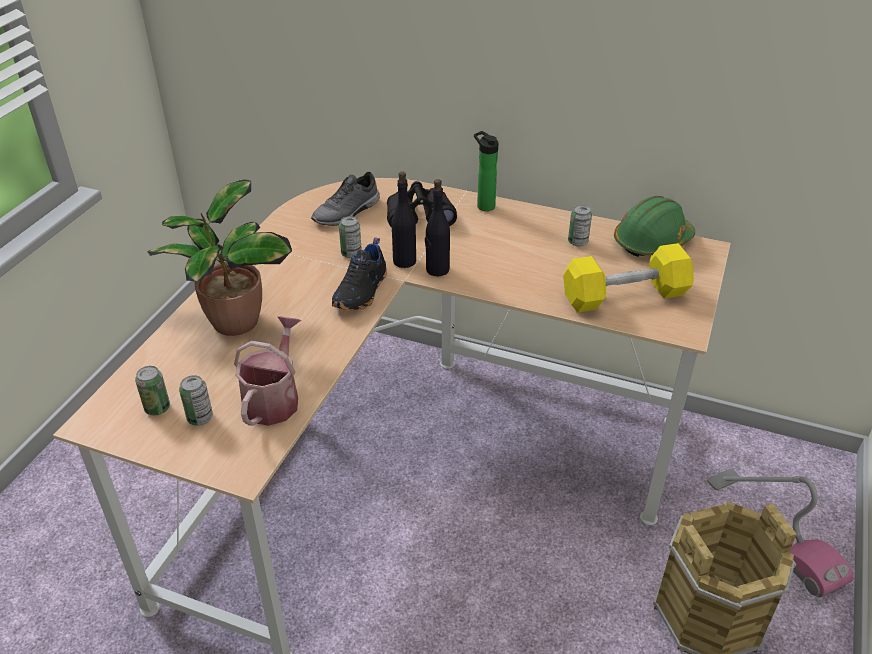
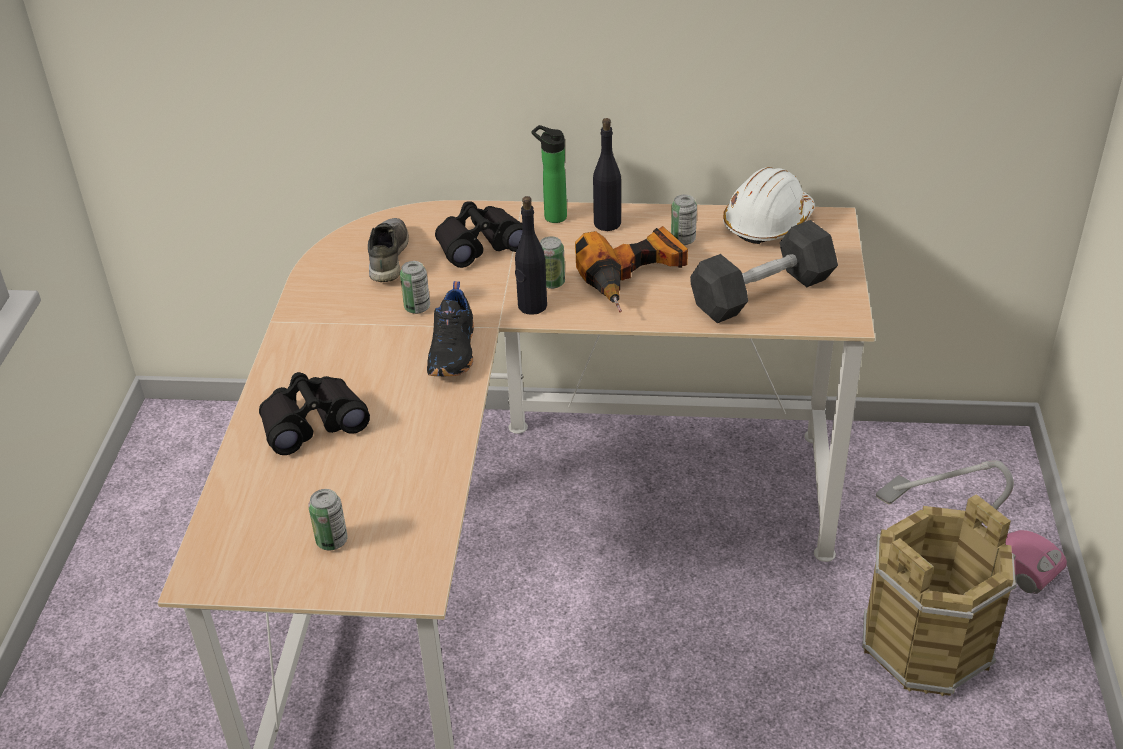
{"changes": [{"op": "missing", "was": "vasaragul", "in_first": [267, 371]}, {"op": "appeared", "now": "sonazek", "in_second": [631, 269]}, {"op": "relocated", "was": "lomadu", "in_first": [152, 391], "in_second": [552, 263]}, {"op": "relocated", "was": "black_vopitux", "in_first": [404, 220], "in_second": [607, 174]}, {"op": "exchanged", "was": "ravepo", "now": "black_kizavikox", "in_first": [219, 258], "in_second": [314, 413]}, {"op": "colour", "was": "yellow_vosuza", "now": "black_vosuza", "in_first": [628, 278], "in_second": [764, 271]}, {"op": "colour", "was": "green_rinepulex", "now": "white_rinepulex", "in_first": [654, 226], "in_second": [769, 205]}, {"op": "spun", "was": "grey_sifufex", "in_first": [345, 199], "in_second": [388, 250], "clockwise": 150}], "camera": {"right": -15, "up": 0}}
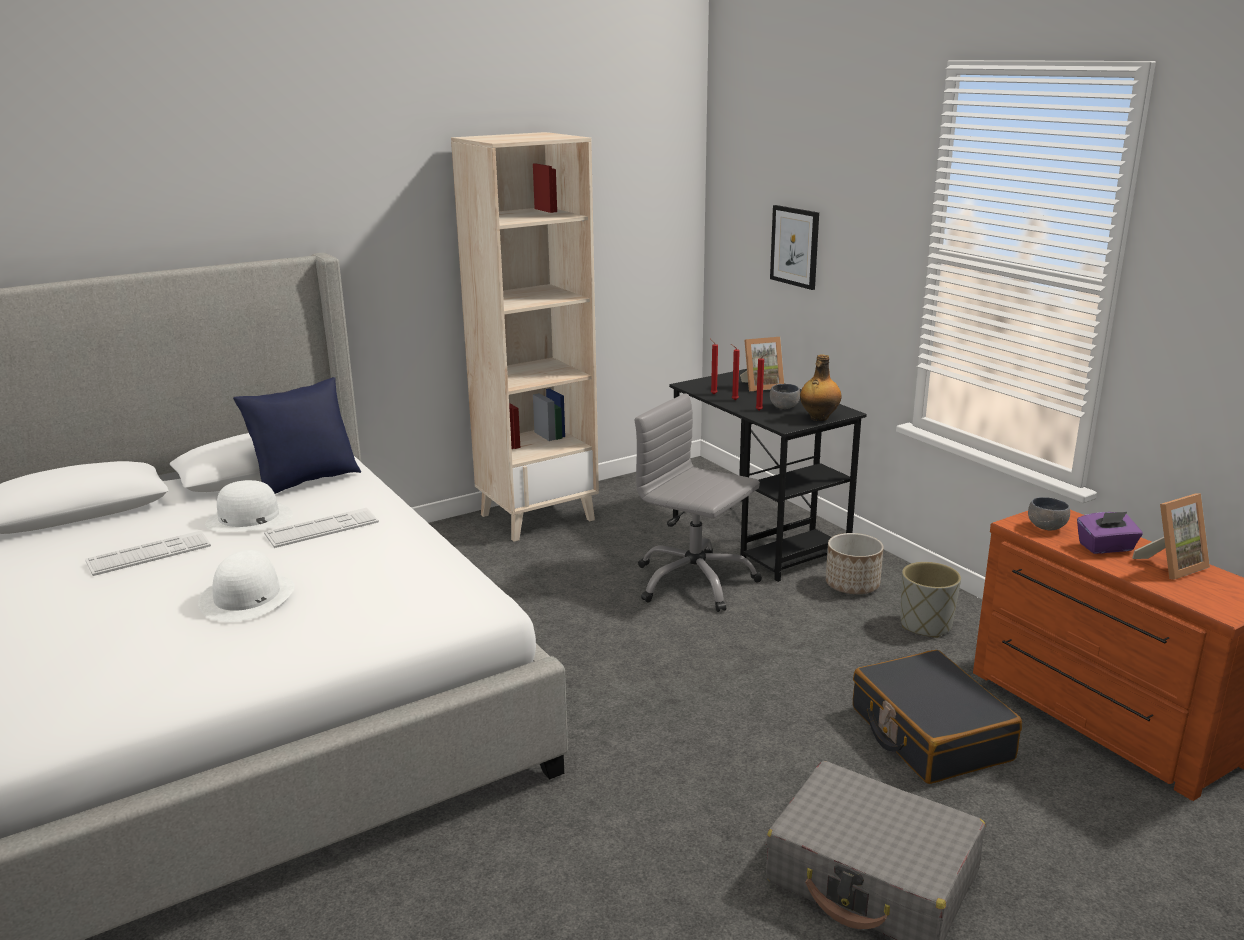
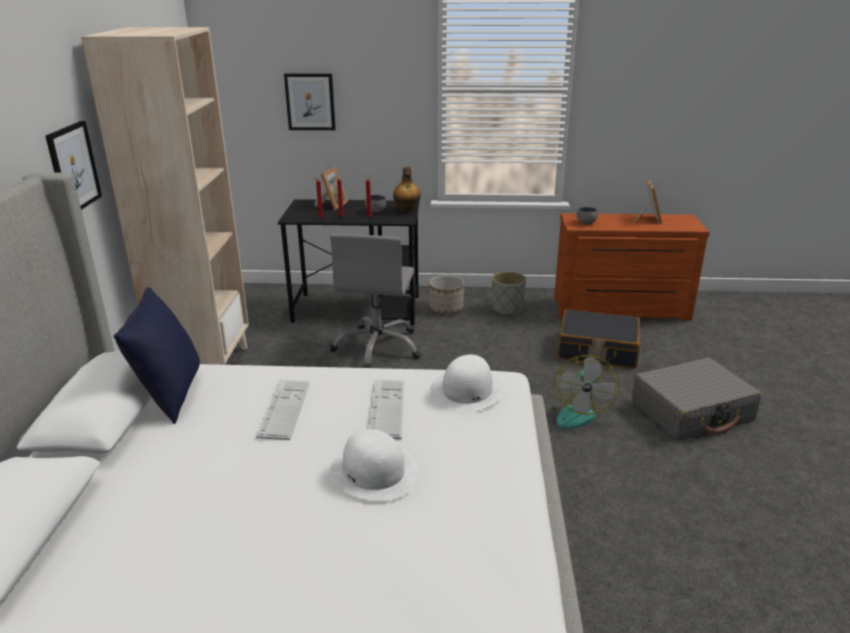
{"changes": [{"op": "missing", "was": "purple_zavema", "in_first": [1110, 533]}, {"op": "appeared", "now": "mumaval", "in_second": [73, 165]}, {"op": "appeared", "now": "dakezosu", "in_second": [582, 391]}, {"op": "relocated", "was": "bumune", "in_first": [148, 553], "in_second": [386, 409]}, {"op": "relocated", "was": "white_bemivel", "in_first": [249, 506], "in_second": [467, 383]}, {"op": "spun", "was": "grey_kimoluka", "in_first": [698, 502], "in_second": [375, 301], "clockwise": -60}], "camera": {"right": -55, "up": 5}}
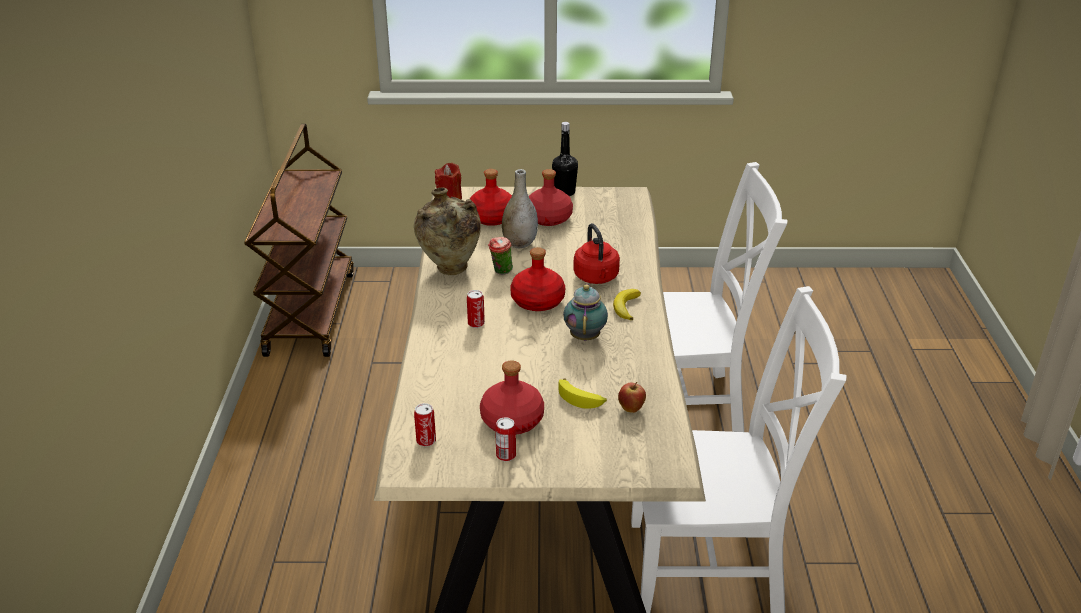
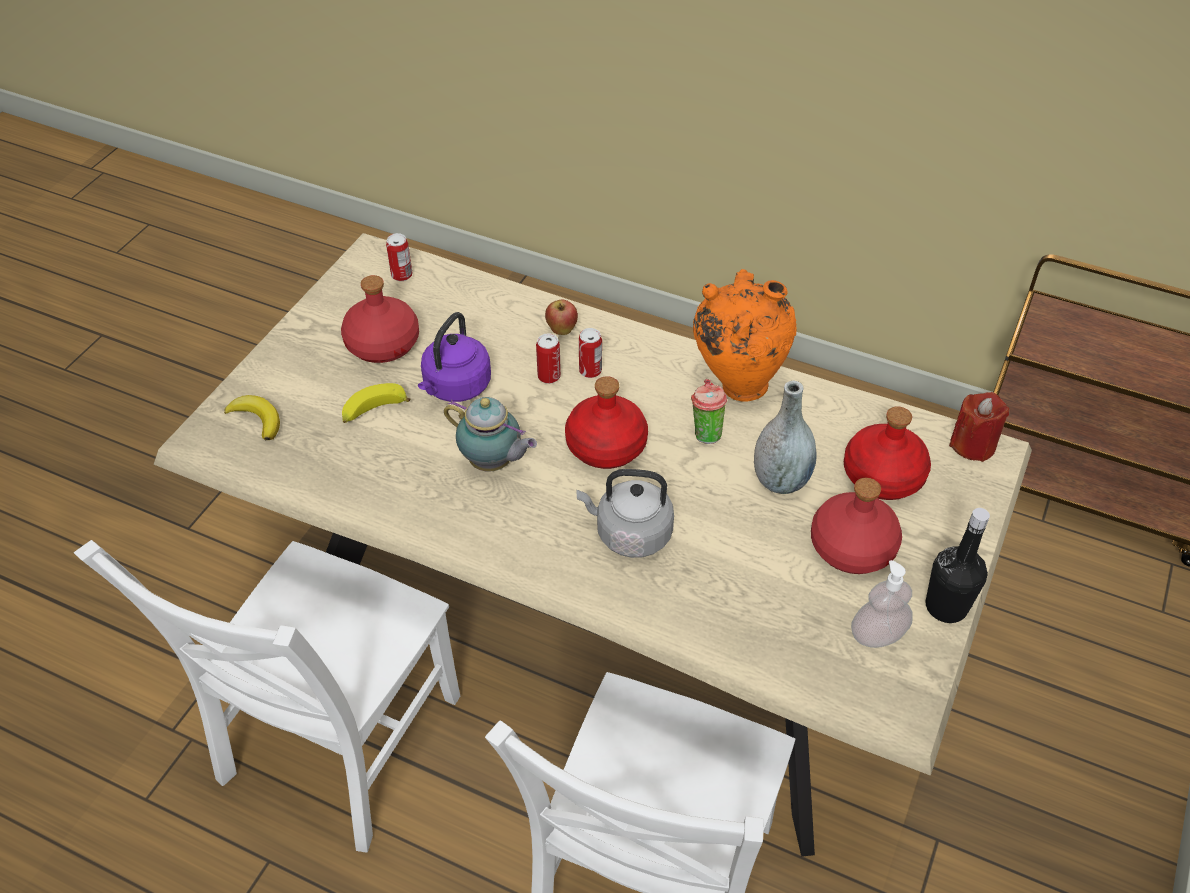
{"changes": [{"op": "appeared", "now": "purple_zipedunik", "in_second": [454, 357]}, {"op": "appeared", "now": "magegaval", "in_second": [882, 604]}, {"op": "relocated", "was": "lomadu", "in_first": [505, 440], "in_second": [548, 358]}, {"op": "relocated", "was": "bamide", "in_first": [627, 304], "in_second": [252, 418]}, {"op": "relocated", "was": "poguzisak", "in_first": [632, 397], "in_second": [561, 317]}, {"op": "colour", "was": "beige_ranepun", "now": "orange_ranepun", "in_first": [447, 231], "in_second": [744, 335]}, {"op": "colour", "was": "red_zipedunik", "now": "grey_zipedunik", "in_first": [596, 253], "in_second": [625, 513]}], "camera": {"right": 115, "up": 15}}
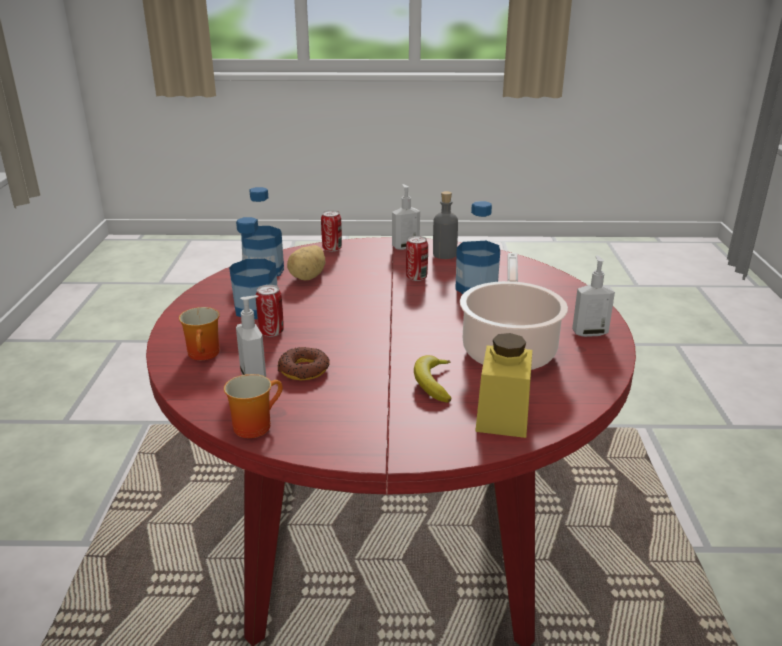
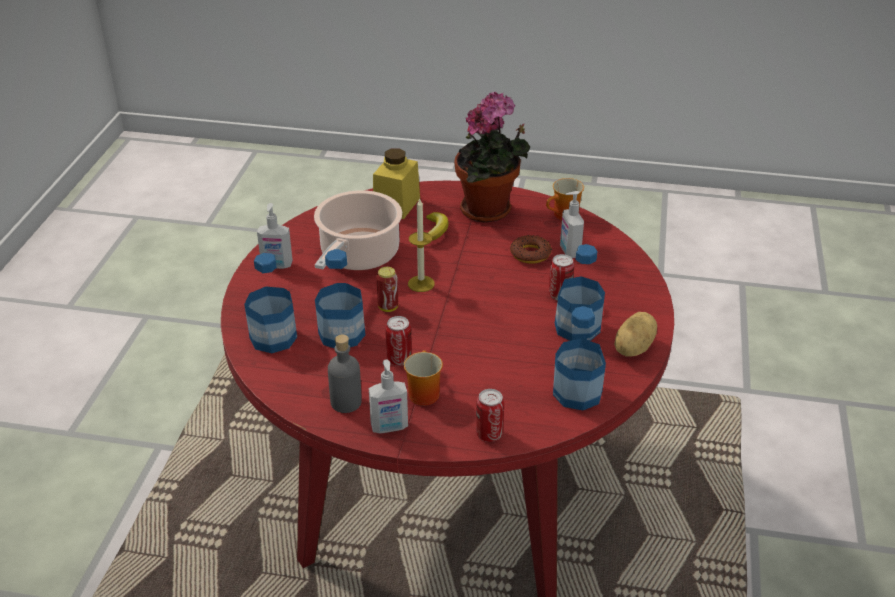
{"changes": [{"op": "appeared", "now": "vopitux", "in_second": [270, 303]}, {"op": "appeared", "now": "lomadu", "in_second": [387, 289]}, {"op": "appeared", "now": "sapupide", "in_second": [421, 245]}, {"op": "appeared", "now": "ravepo", "in_second": [492, 157]}, {"op": "relocated", "was": "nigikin", "in_first": [199, 333], "in_second": [423, 378]}, {"op": "relocated", "was": "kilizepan", "in_first": [306, 262], "in_second": [635, 334]}], "camera": {"right": -170, "up": 10}}
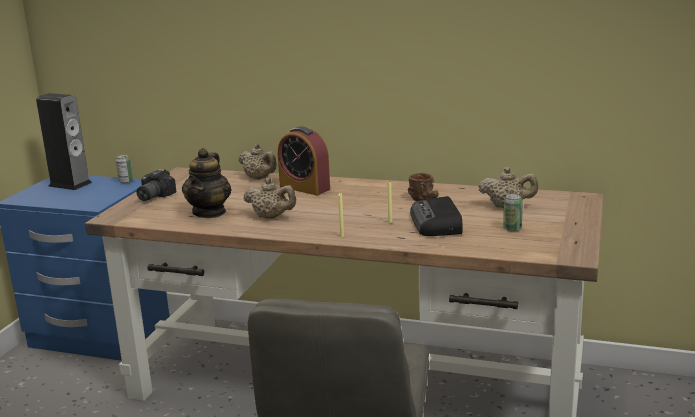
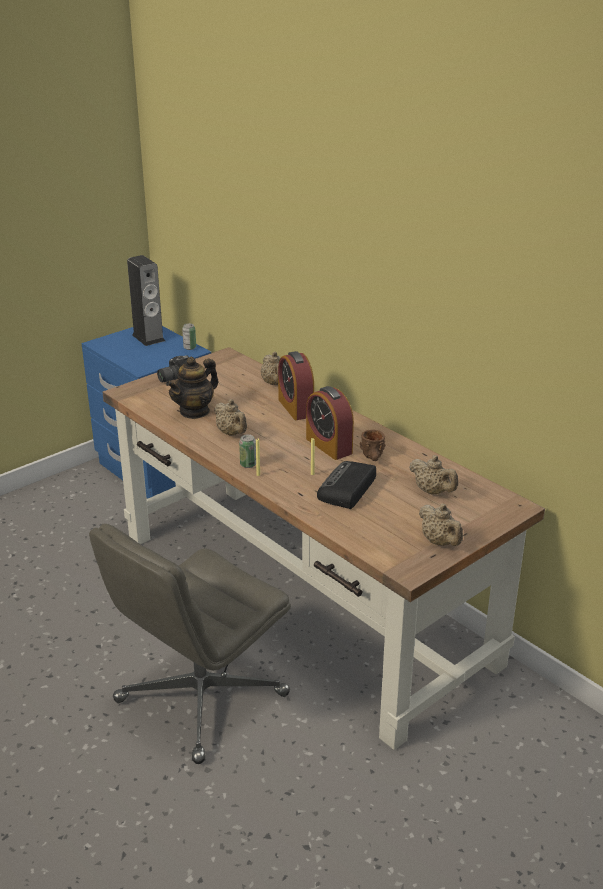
{"changes": [{"op": "appeared", "now": "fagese", "in_second": [330, 423]}, {"op": "appeared", "now": "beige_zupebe", "in_second": [441, 524]}, {"op": "relocated", "was": "lomadu", "in_first": [513, 213], "in_second": [247, 451]}], "camera": {"right": 30, "up": 10}}
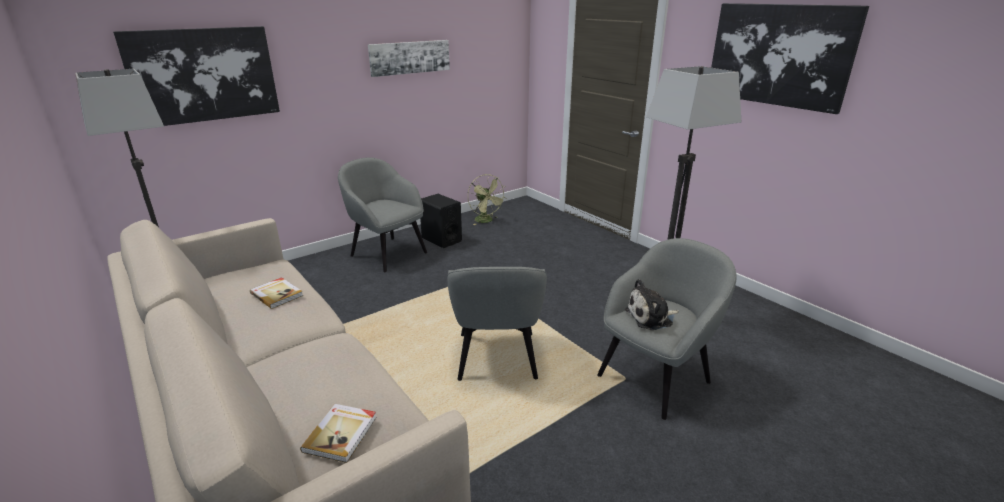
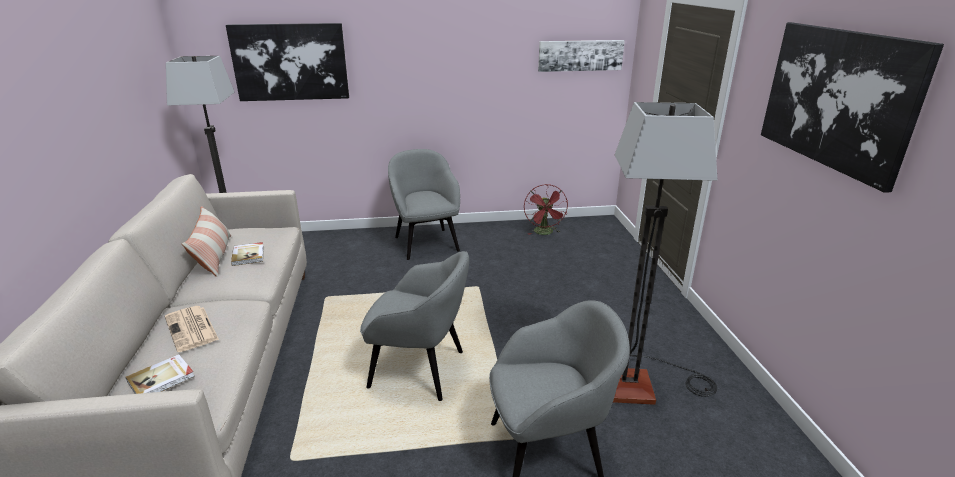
{"changes": [{"op": "missing", "was": "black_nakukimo", "in_first": [441, 221]}, {"op": "missing", "was": "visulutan", "in_first": [652, 304]}, {"op": "appeared", "now": "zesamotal", "in_second": [192, 329]}, {"op": "appeared", "now": "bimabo", "in_second": [206, 241]}, {"op": "relocated", "was": "mumaval", "in_first": [409, 58], "in_second": [581, 56]}, {"op": "colour", "was": "green_dakezosu", "now": "red_dakezosu", "in_first": [487, 199], "in_second": [546, 209]}, {"op": "spun", "was": "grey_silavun", "in_first": [497, 324], "in_second": [414, 326], "clockwise": -105}], "camera": {"right": 30, "up": 0}}
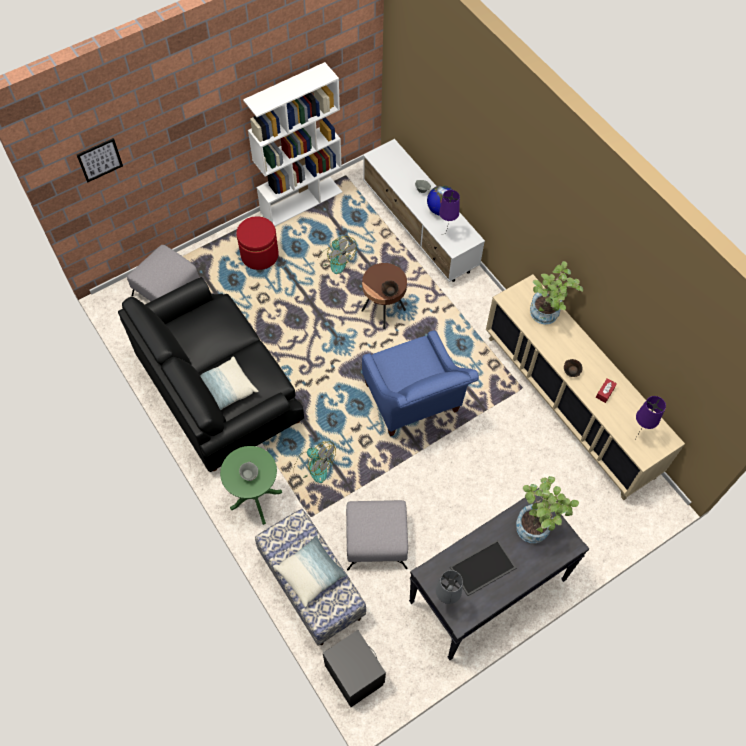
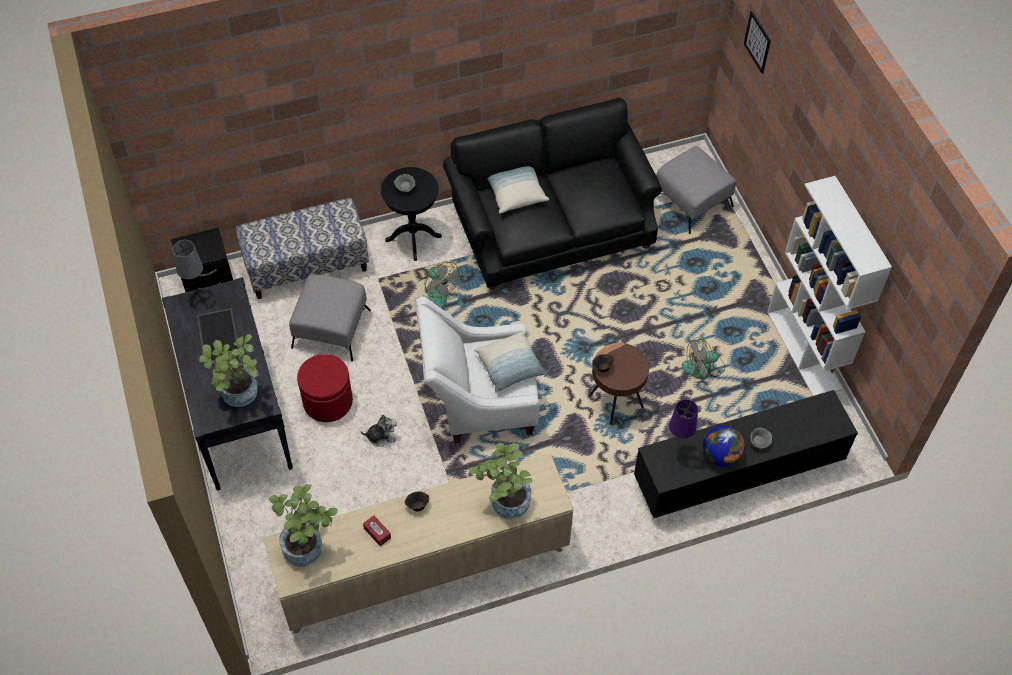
{"changes": [{"op": "appeared", "now": "visulutan", "in_second": [379, 430]}, {"op": "relocated", "was": "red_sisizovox", "in_first": [257, 243], "in_second": [325, 388]}, {"op": "relocated", "was": "bimabo", "in_first": [310, 571], "in_second": [510, 361]}, {"op": "exchanged", "was": "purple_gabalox", "now": "ravepo", "in_first": [650, 418], "in_second": [303, 525]}, {"op": "colour", "was": "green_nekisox", "now": "black_nekisox", "in_first": [251, 485], "in_second": [411, 214]}, {"op": "colour", "was": "blue_silavun", "now": "white_silavun", "in_first": [420, 383], "in_second": [477, 369]}, {"op": "colour", "was": "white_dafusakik", "now": "black_dafusakik", "in_first": [424, 210], "in_second": [746, 454]}, {"op": "spun", "was": "dakezosu", "in_first": [315, 462], "in_second": [435, 285], "clockwise": -90}], "camera": {"right": 105, "up": -5}}
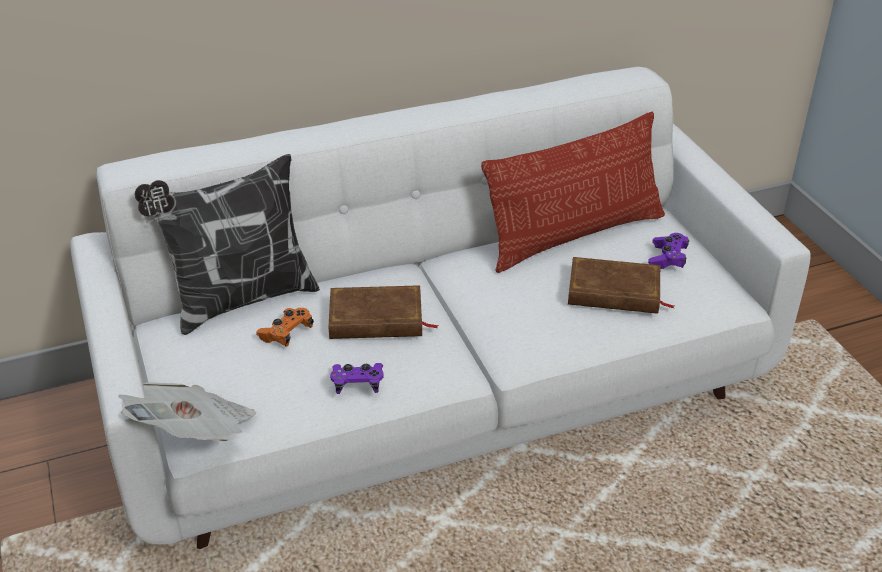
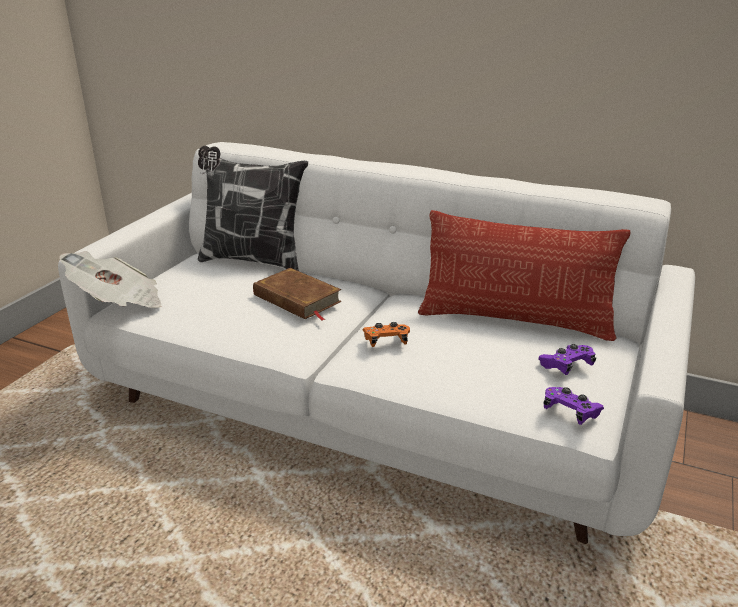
{"changes": [{"op": "missing", "was": "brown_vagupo", "in_first": [621, 285]}, {"op": "relocated", "was": "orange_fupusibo", "in_first": [285, 327], "in_second": [386, 334]}, {"op": "relocated", "was": "purple_fupusibo", "in_first": [357, 378], "in_second": [573, 406]}], "camera": {"right": 45, "up": -10}}
